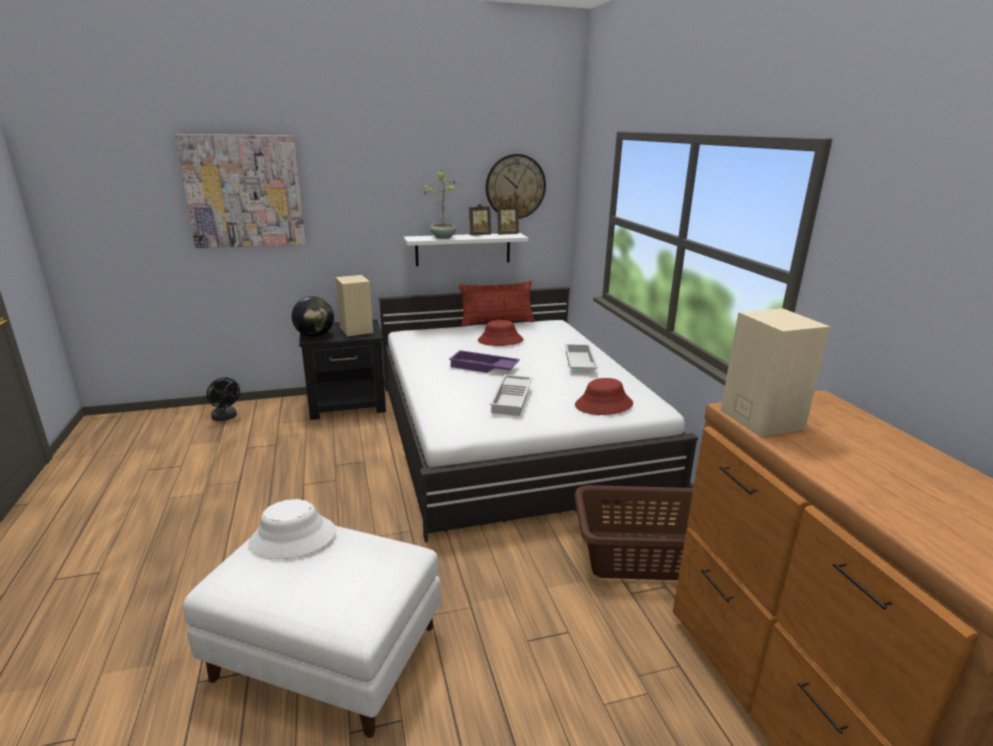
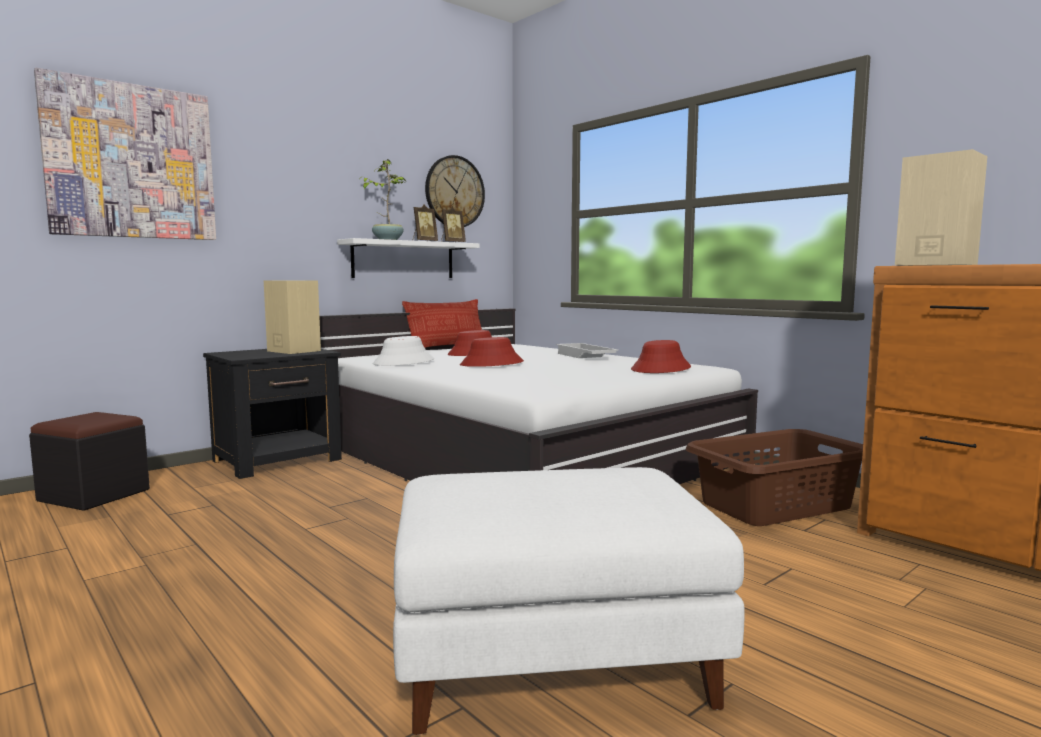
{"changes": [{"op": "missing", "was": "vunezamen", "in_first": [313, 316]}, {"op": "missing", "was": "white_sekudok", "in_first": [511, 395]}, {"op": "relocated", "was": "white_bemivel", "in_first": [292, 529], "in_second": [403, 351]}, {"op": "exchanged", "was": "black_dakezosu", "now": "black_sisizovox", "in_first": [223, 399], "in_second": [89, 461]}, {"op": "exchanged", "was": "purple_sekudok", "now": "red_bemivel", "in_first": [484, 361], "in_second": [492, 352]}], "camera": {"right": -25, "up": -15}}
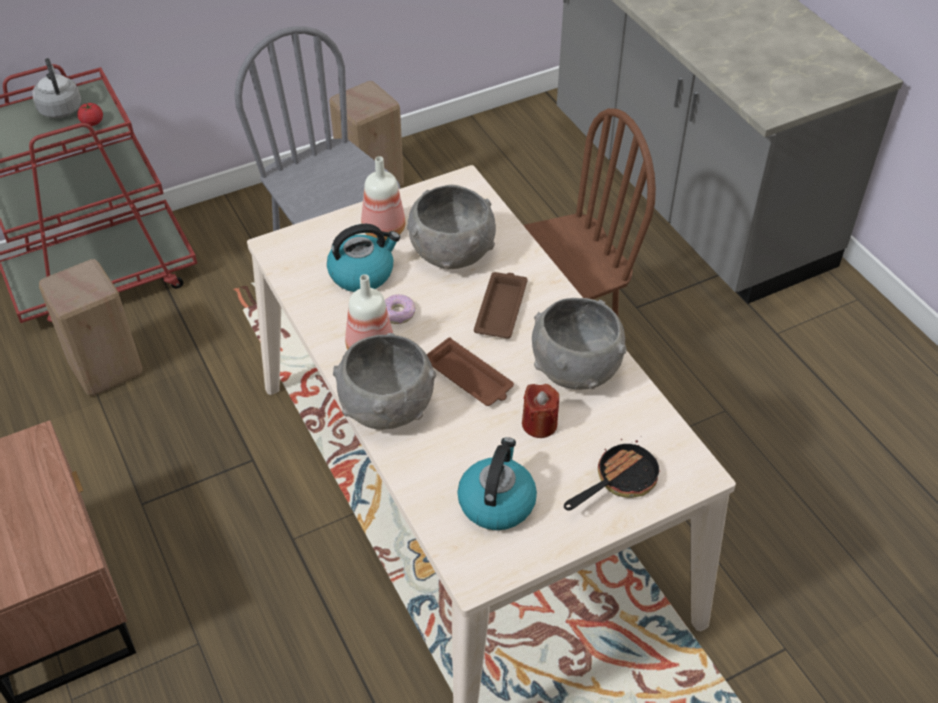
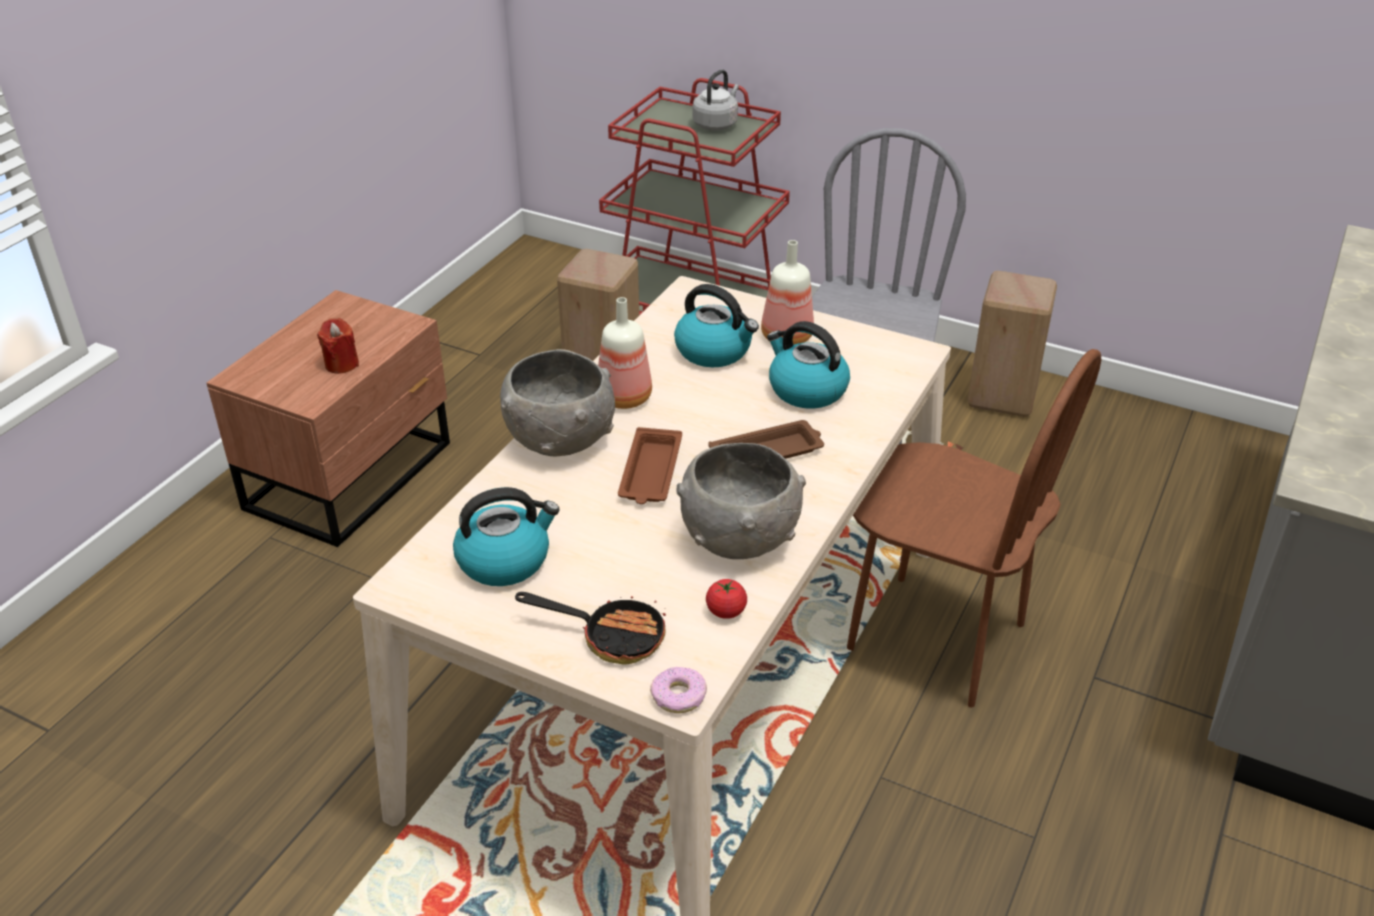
{"changes": [{"op": "relocated", "was": "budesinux", "in_first": [90, 114], "in_second": [726, 599]}, {"op": "relocated", "was": "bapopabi", "in_first": [400, 309], "in_second": [678, 689]}, {"op": "relocated", "was": "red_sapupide", "in_first": [540, 411], "in_second": [338, 346]}, {"op": "exchanged", "was": "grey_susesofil", "now": "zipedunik", "in_first": [451, 227], "in_second": [808, 365]}], "camera": {"right": 55, "up": -10}}
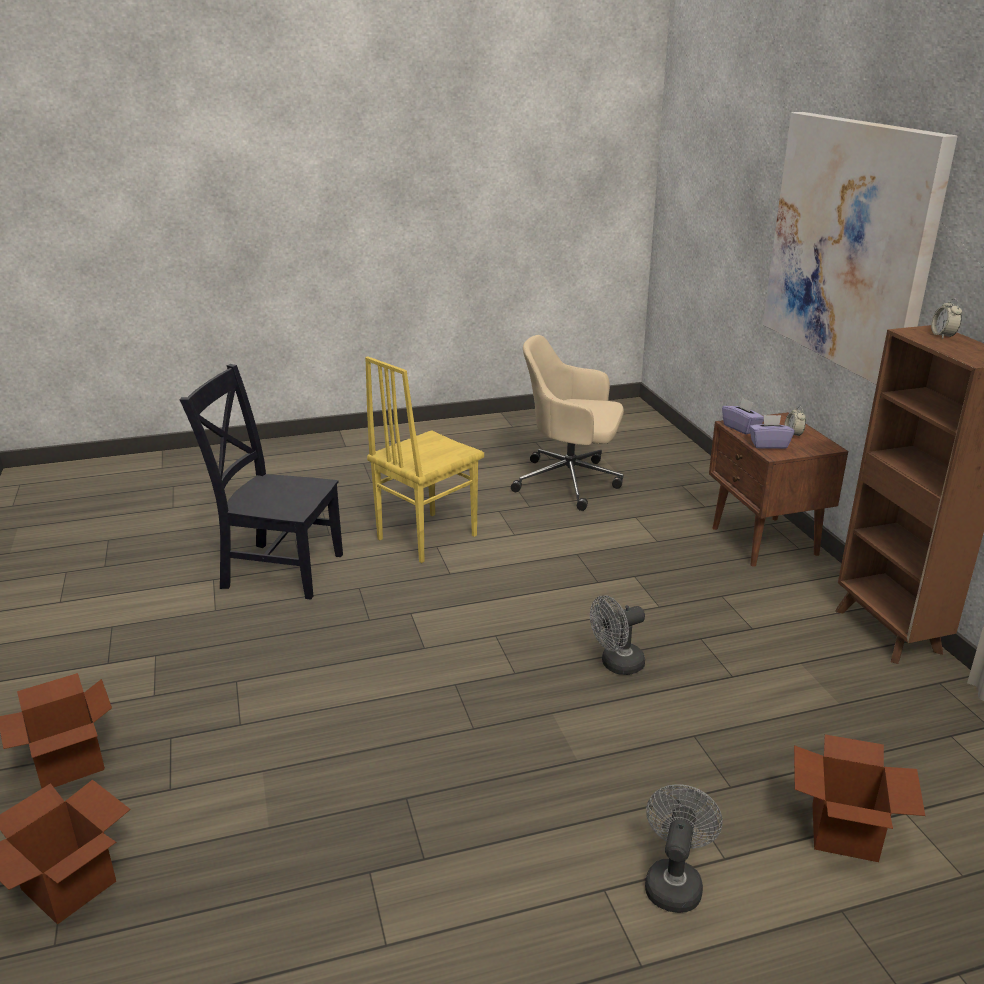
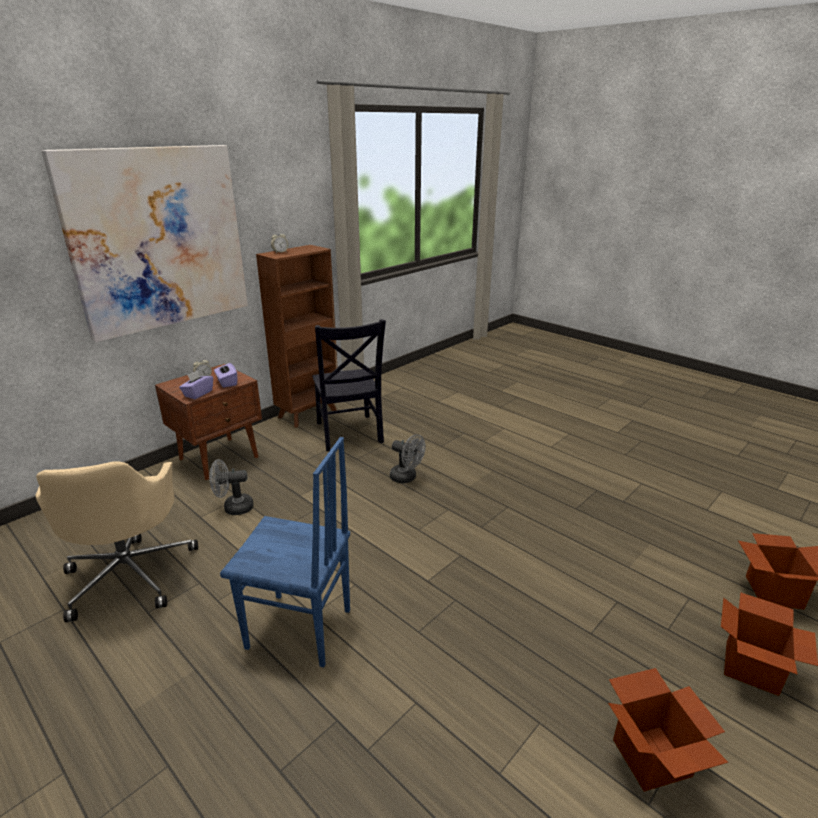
{"changes": [{"op": "relocated", "was": "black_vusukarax", "in_first": [261, 482], "in_second": [349, 385]}, {"op": "relocated", "was": "grey_dakezosu", "in_first": [684, 848], "in_second": [231, 487]}, {"op": "relocated", "was": "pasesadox", "in_first": [859, 798], "in_second": [668, 730]}, {"op": "colour", "was": "yellow_vusukarax", "now": "blue_vusukarax", "in_first": [424, 459], "in_second": [285, 552]}], "camera": {"right": -120, "up": 0}}
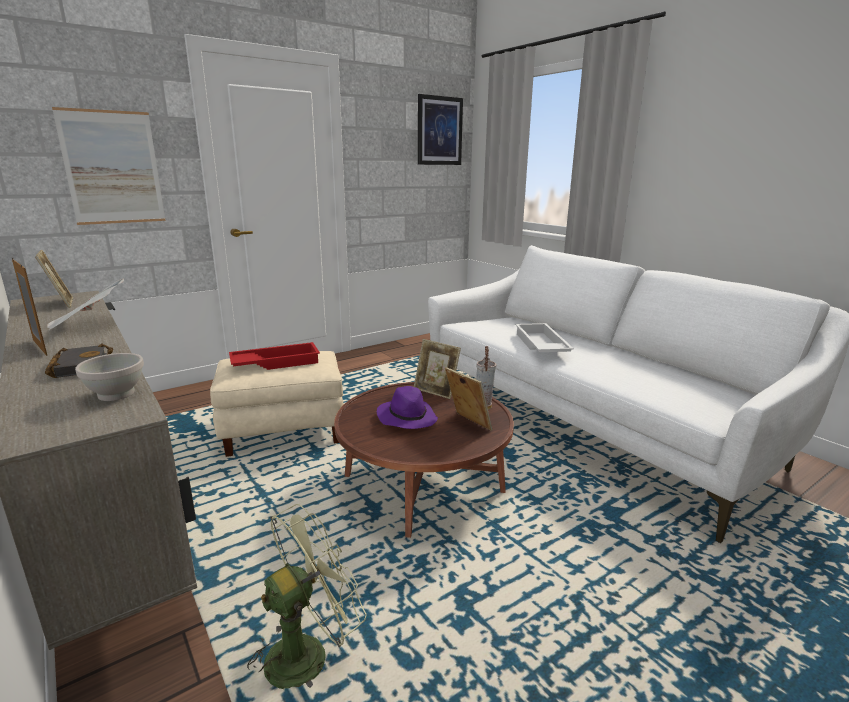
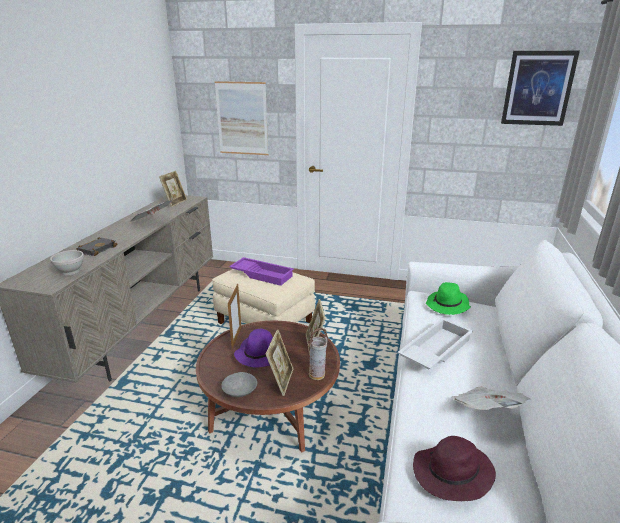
{"changes": [{"op": "missing", "was": "green_dakezosu", "in_first": [307, 596]}, {"op": "appeared", "now": "grey_susesofil", "in_second": [239, 384]}, {"op": "appeared", "now": "purple_bemivel", "in_second": [454, 468]}, {"op": "appeared", "now": "green_bemivel", "in_second": [448, 298]}, {"op": "appeared", "now": "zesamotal", "in_second": [491, 398]}, {"op": "relocated", "was": "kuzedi", "in_first": [30, 306], "in_second": [234, 316]}, {"op": "colour", "was": "red_sekudok", "now": "purple_sekudok", "in_first": [274, 356], "in_second": [261, 271]}], "camera": {"right": 50, "up": 5}}
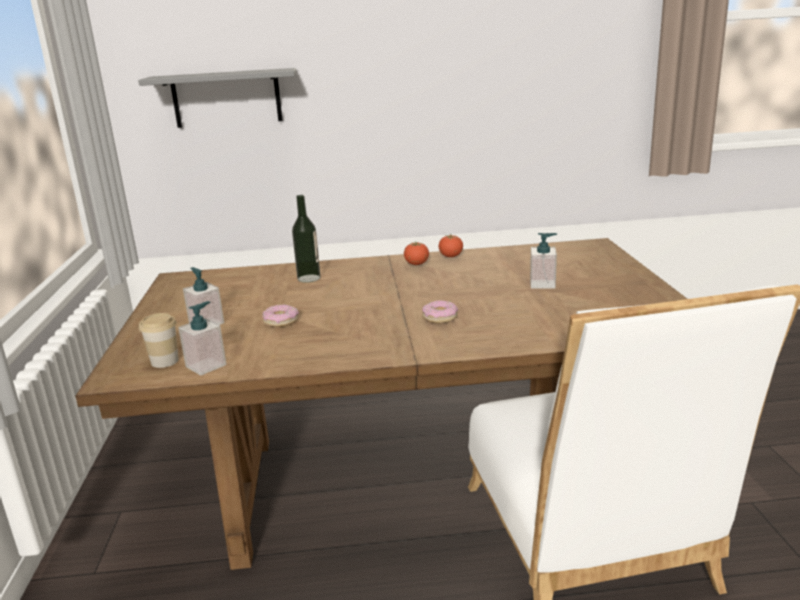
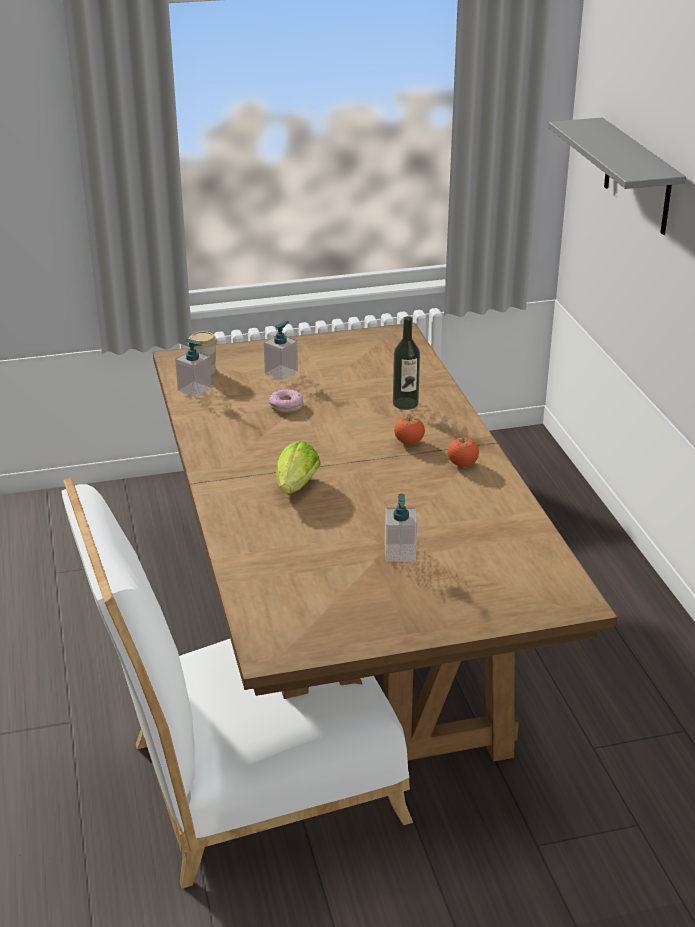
{"changes": [{"op": "relocated", "was": "budesinux", "in_first": [450, 245], "in_second": [409, 430]}, {"op": "exchanged", "was": "bapopabi", "now": "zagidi", "in_first": [440, 311], "in_second": [298, 467]}], "camera": {"right": 80, "up": 10}}
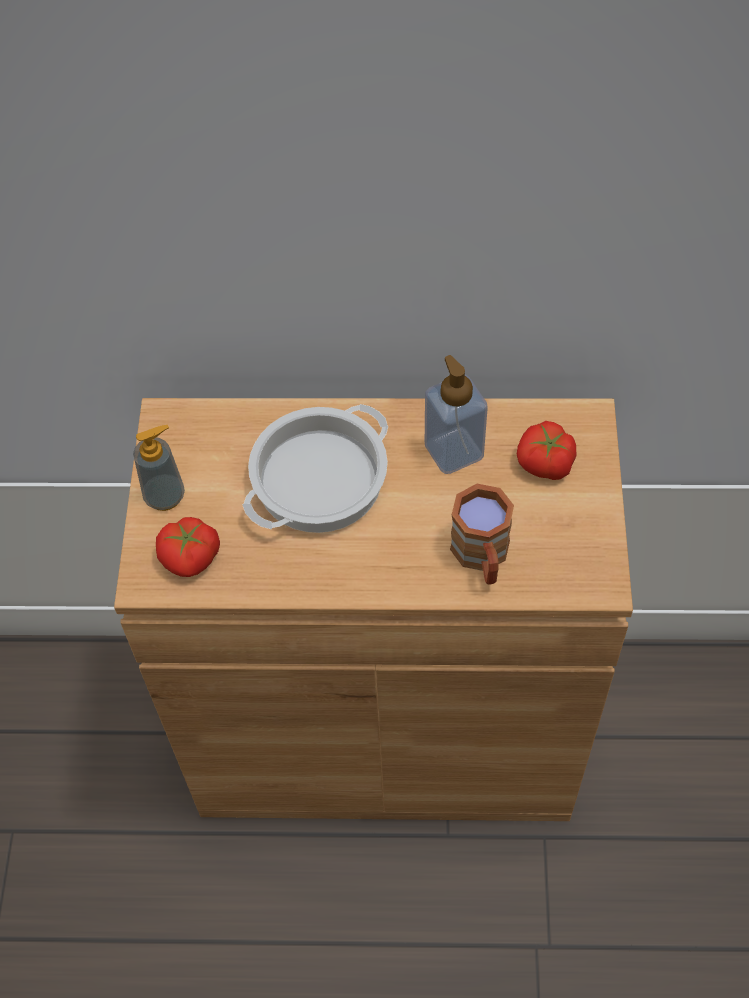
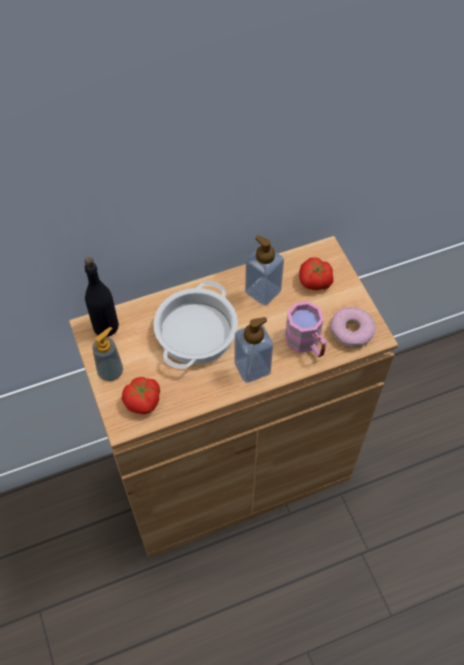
{"changes": [{"op": "appeared", "now": "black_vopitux", "in_second": [102, 297]}, {"op": "appeared", "now": "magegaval", "in_second": [254, 350]}, {"op": "appeared", "now": "bapopabi", "in_second": [353, 327]}, {"op": "colour", "was": "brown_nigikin", "now": "pink_nigikin", "in_first": [482, 534], "in_second": [305, 329]}], "camera": {"right": -25, "up": 0}}
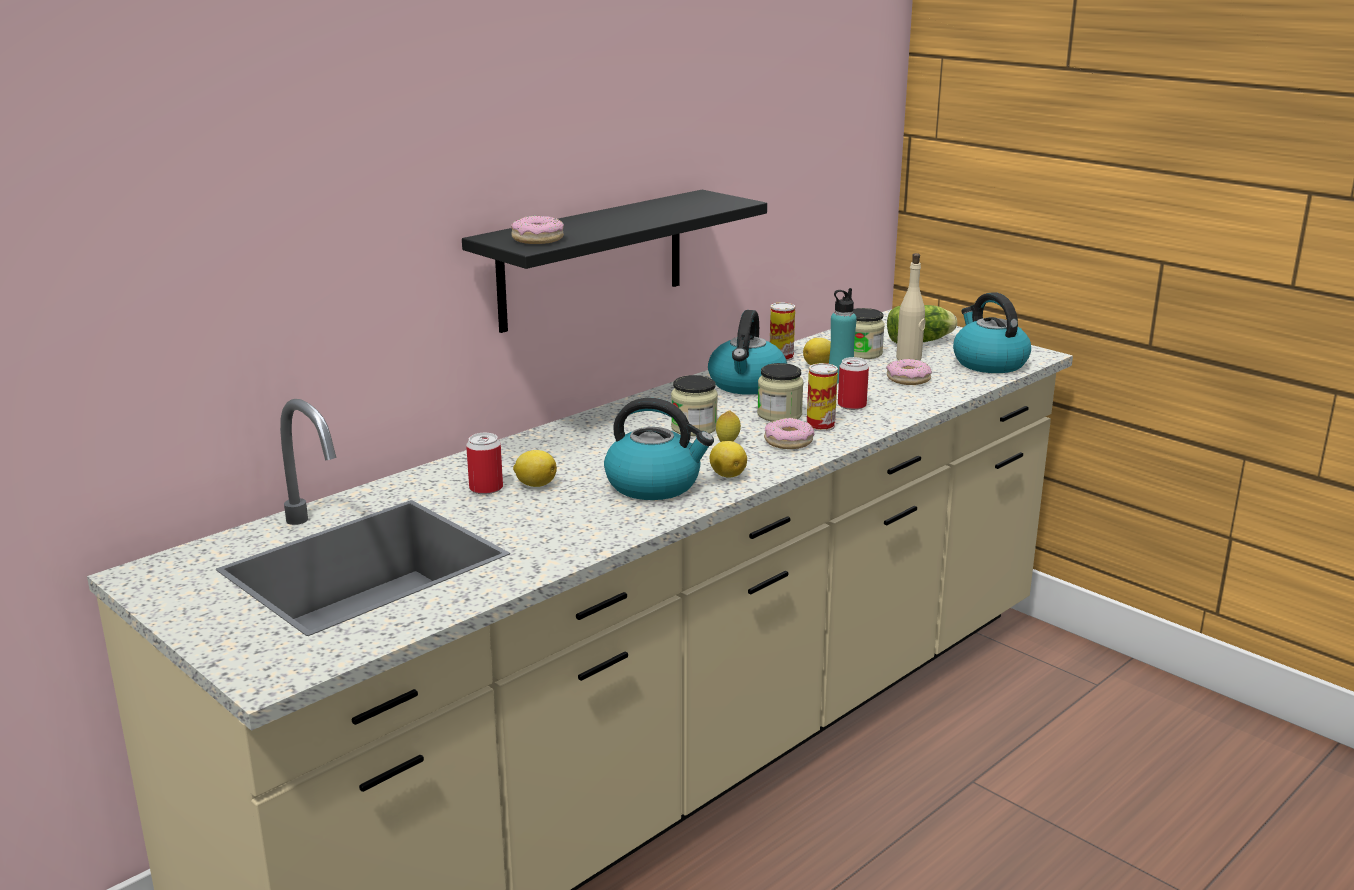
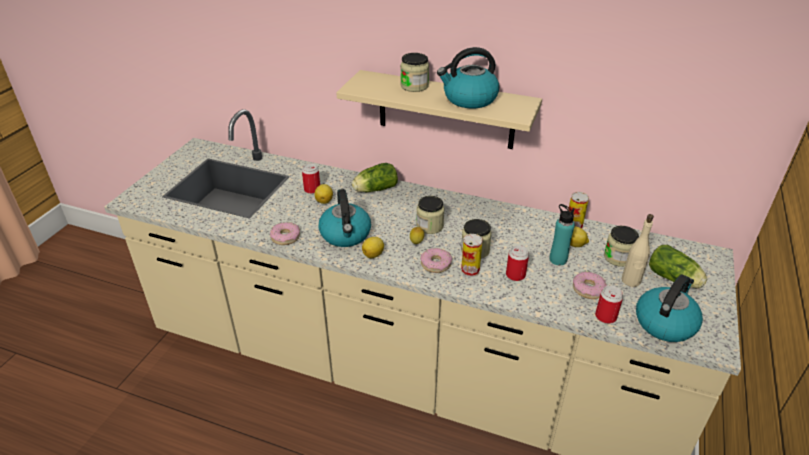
{"changes": [{"op": "appeared", "now": "zagidi", "in_second": [375, 177]}, {"op": "appeared", "now": "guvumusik", "in_second": [414, 72]}, {"op": "appeared", "now": "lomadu", "in_second": [609, 305]}, {"op": "relocated", "was": "bapopabi", "in_first": [537, 230], "in_second": [285, 233]}, {"op": "relocated", "was": "zipedunik", "in_first": [747, 352], "in_second": [468, 78]}, {"op": "colour", "was": "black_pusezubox", "now": "beige_pusezubox", "in_first": [614, 261], "in_second": [439, 109]}], "camera": {"right": 65, "up": 15}}
